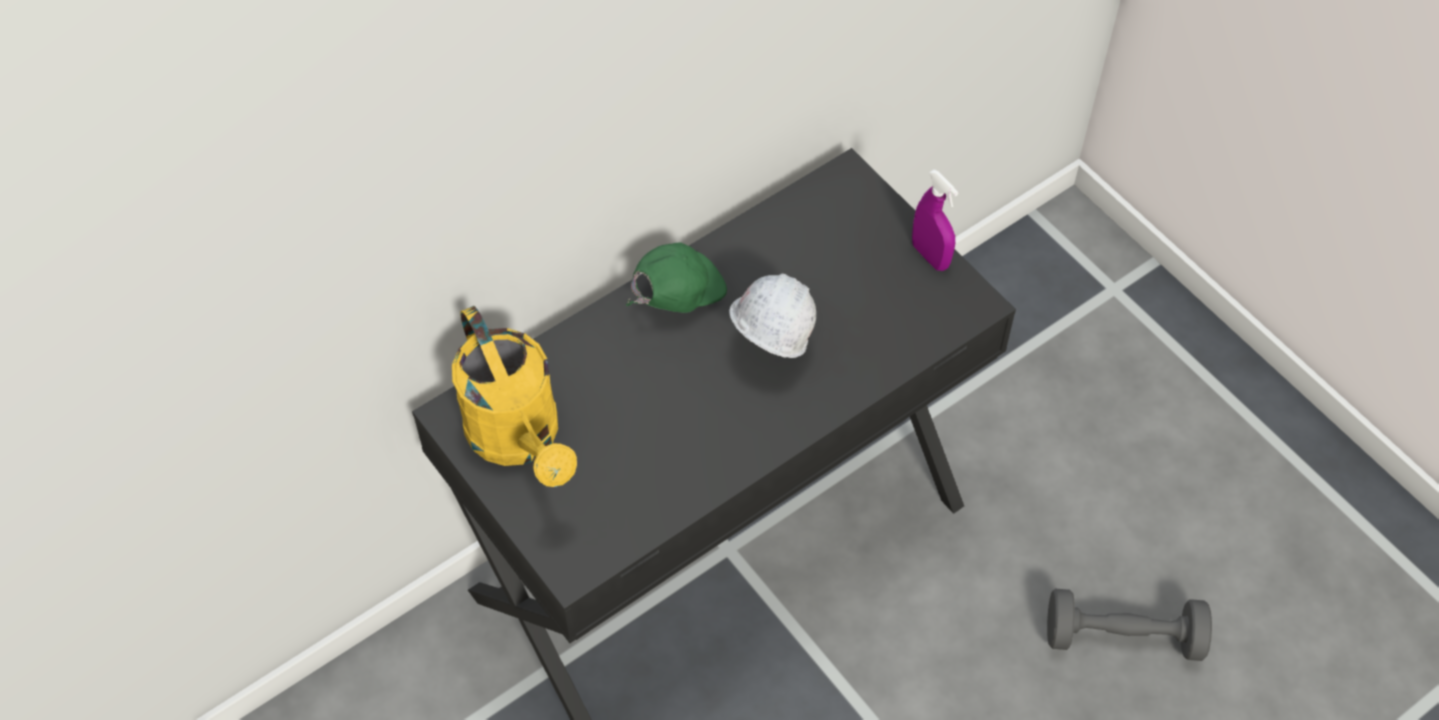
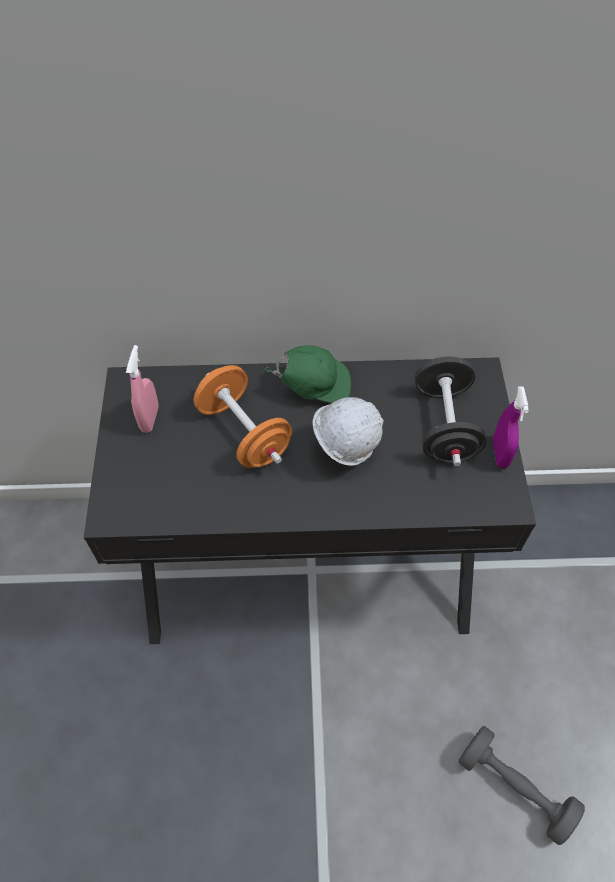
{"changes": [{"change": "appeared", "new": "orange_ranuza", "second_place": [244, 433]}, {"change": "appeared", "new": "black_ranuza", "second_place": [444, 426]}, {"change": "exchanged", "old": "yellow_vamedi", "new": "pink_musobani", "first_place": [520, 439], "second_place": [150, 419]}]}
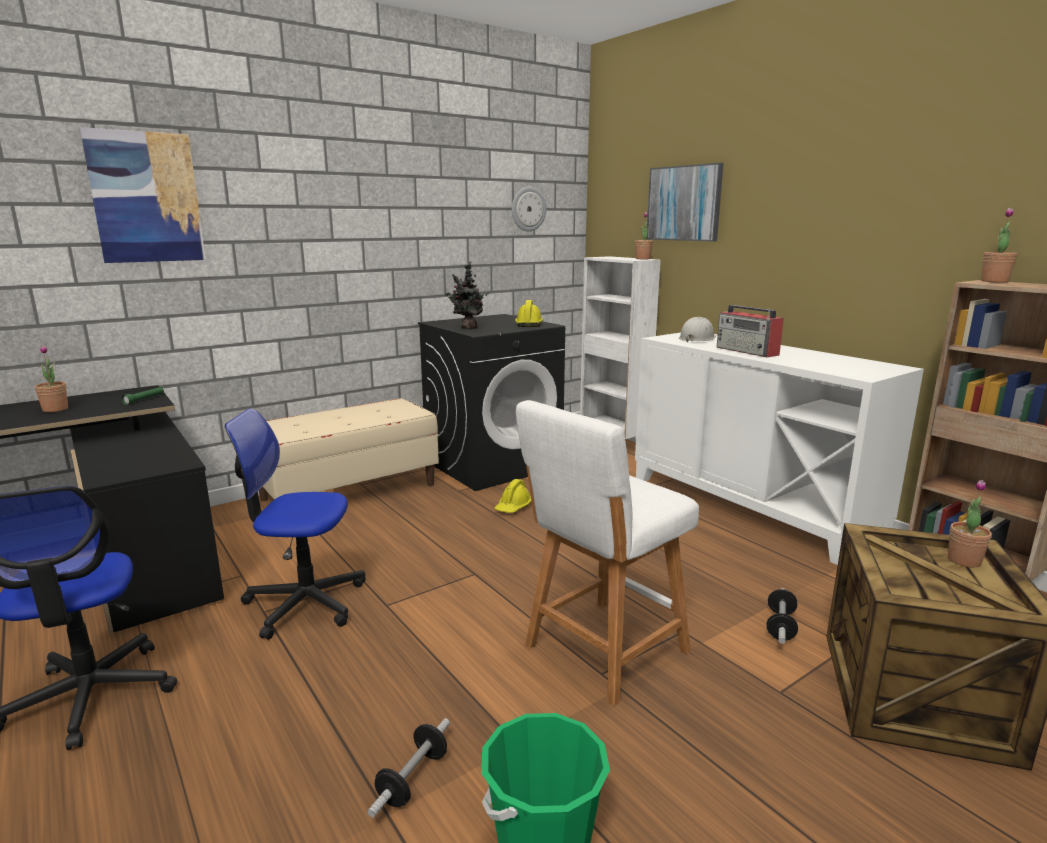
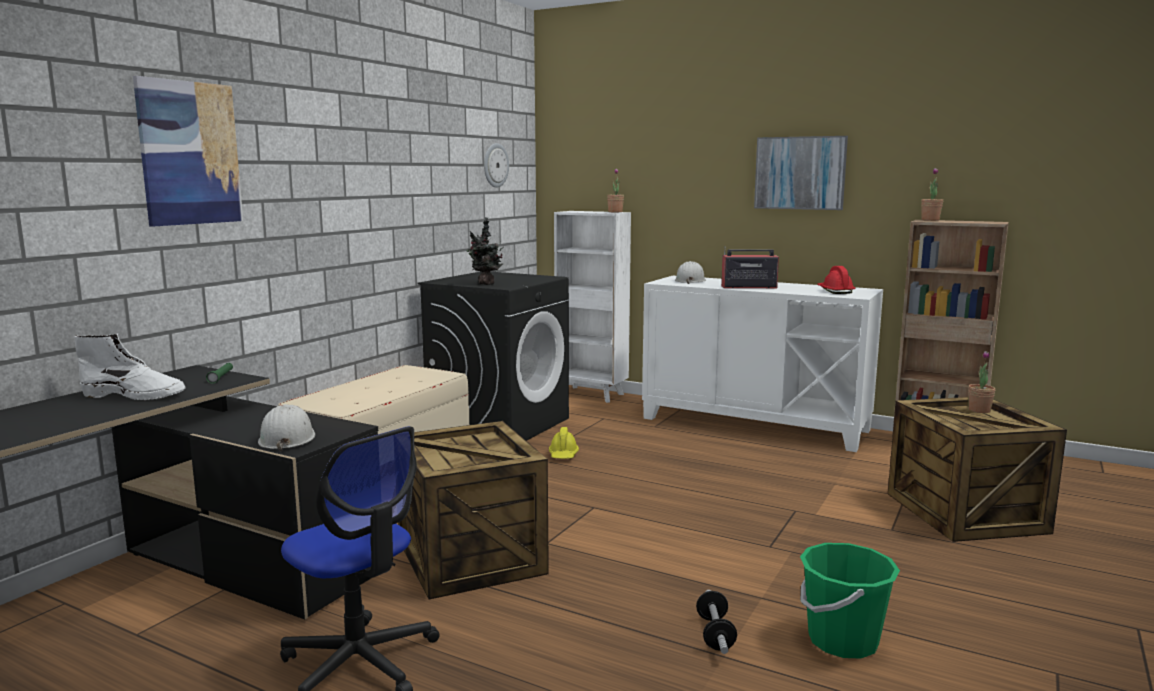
{"changes": [{"change": "missing", "old": "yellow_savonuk", "first_place": [529, 324]}, {"change": "missing", "old": "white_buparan", "first_place": [601, 652]}, {"change": "missing", "old": "ranuza", "first_place": [780, 626]}, {"change": "appeared", "new": "white_savonuk", "second_place": [287, 438]}, {"change": "appeared", "new": "red_savonuk", "second_place": [835, 291]}, {"change": "relocated", "old": "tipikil", "first_place": [684, 203], "second_place": [800, 173]}, {"change": "exchanged", "old": "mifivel", "new": "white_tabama", "first_place": [55, 409], "second_place": [135, 395]}, {"change": "exchanged", "old": "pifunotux", "new": "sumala", "first_place": [305, 602], "second_place": [468, 557]}, {"change": "spun", "old": "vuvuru", "first_place": [747, 351], "second_place": [748, 287], "degrees": 150}]}
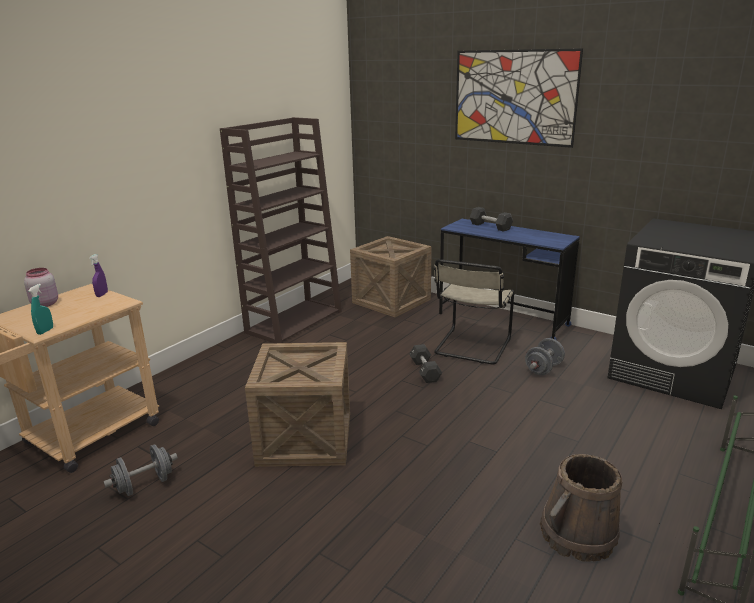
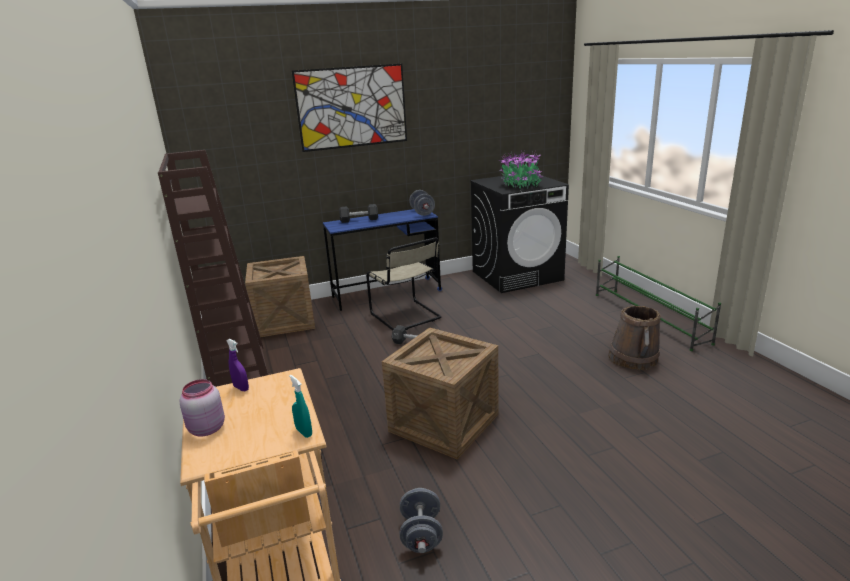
{"changes": [{"change": "appeared", "new": "mifivel", "second_place": [521, 185]}, {"change": "relocated", "old": "grey_ranuza", "first_place": [543, 369], "second_place": [422, 213]}]}
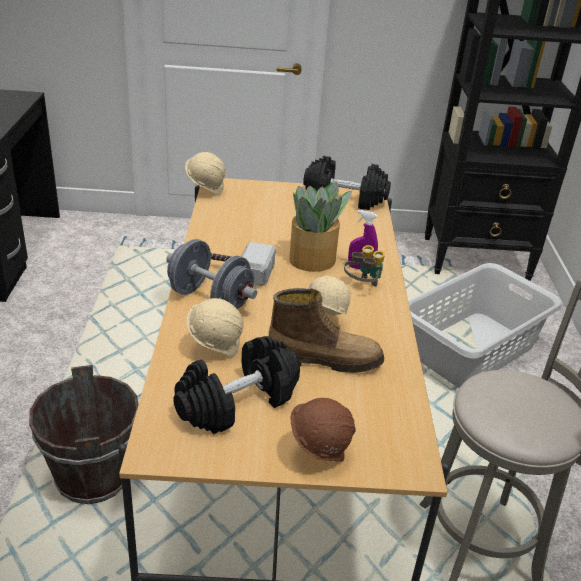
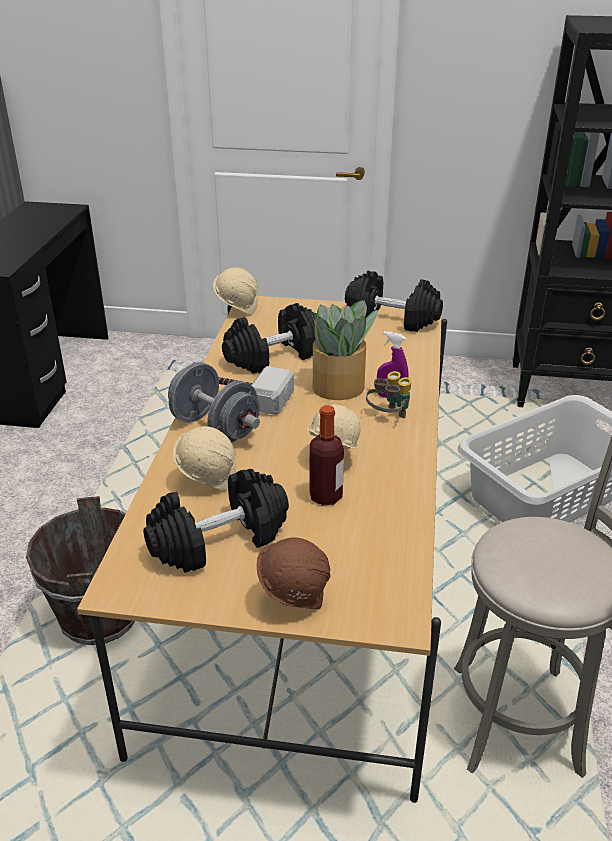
{"changes": [{"change": "appeared", "new": "black_ranuza", "second_place": [274, 357]}, {"change": "exchanged", "old": "tabama", "new": "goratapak", "first_place": [324, 359], "second_place": [325, 496]}]}
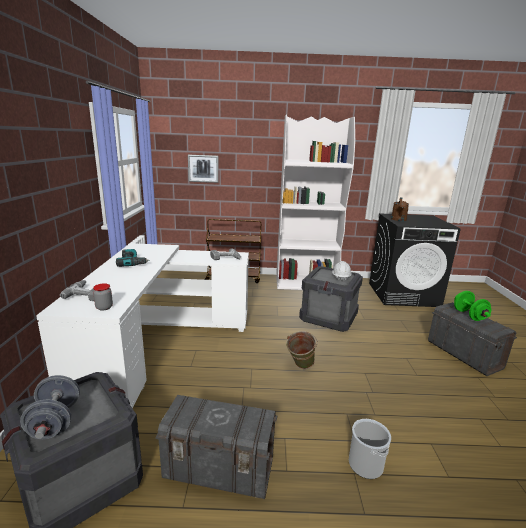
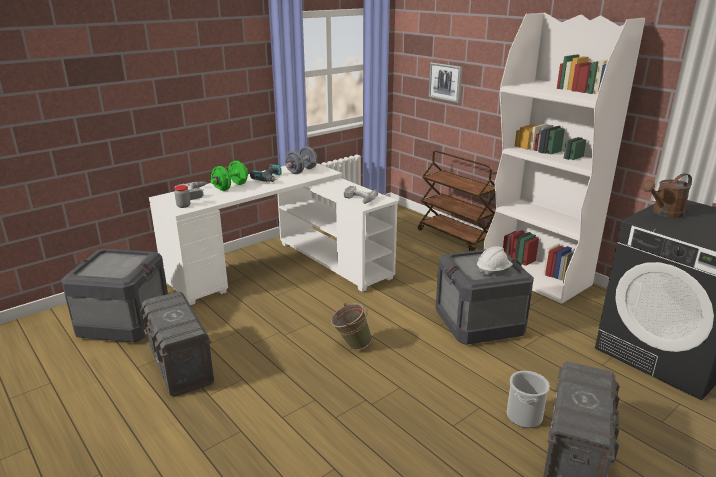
{"changes": [{"change": "relocated", "old": "grey_ranuza", "first_place": [55, 422], "second_place": [301, 171]}, {"change": "relocated", "old": "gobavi", "first_place": [365, 464], "second_place": [524, 416]}, {"change": "relocated", "old": "green_ranuza", "first_place": [469, 315], "second_place": [230, 187]}]}
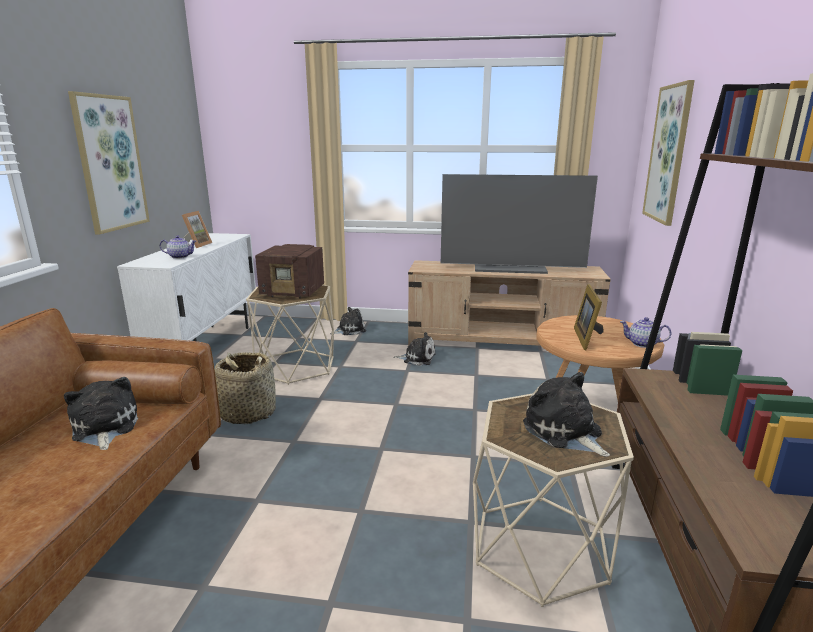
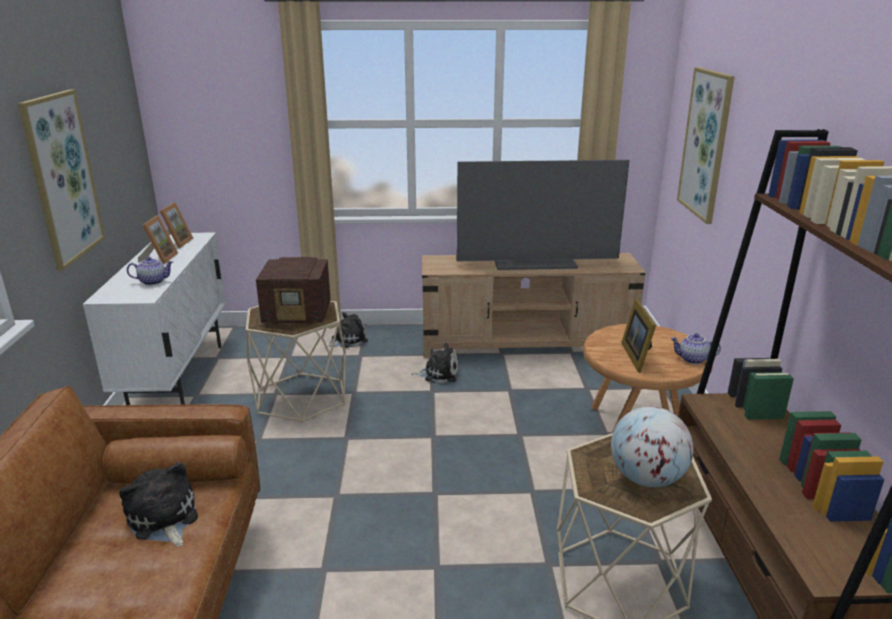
{"changes": [{"change": "missing", "old": "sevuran", "first_place": [247, 413]}, {"change": "appeared", "new": "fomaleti", "second_place": [176, 243]}, {"change": "exchanged", "old": "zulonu", "new": "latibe", "first_place": [564, 432], "second_place": [646, 478]}]}
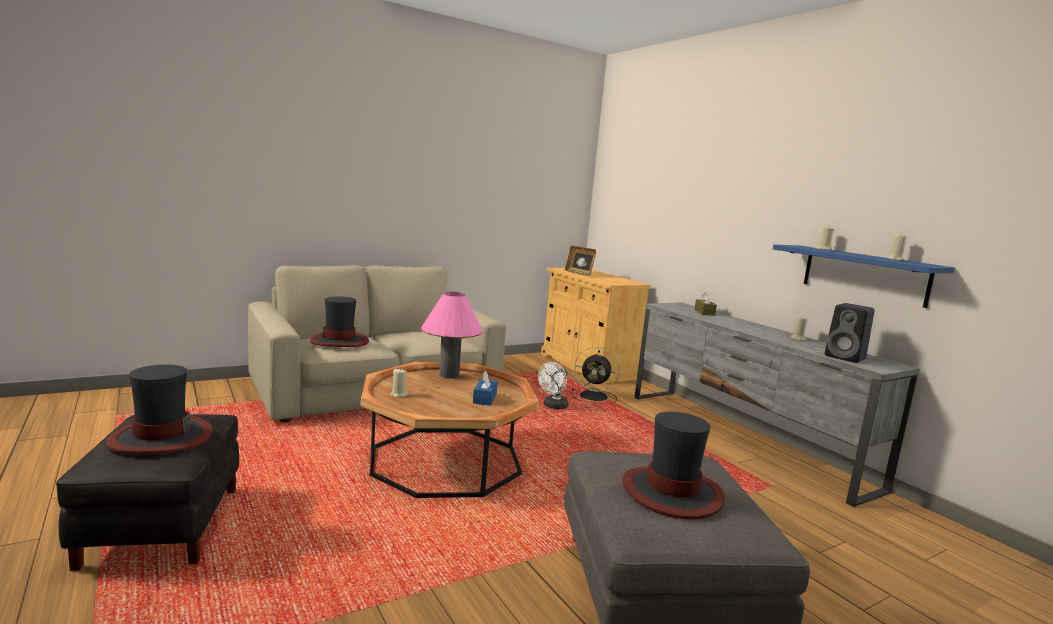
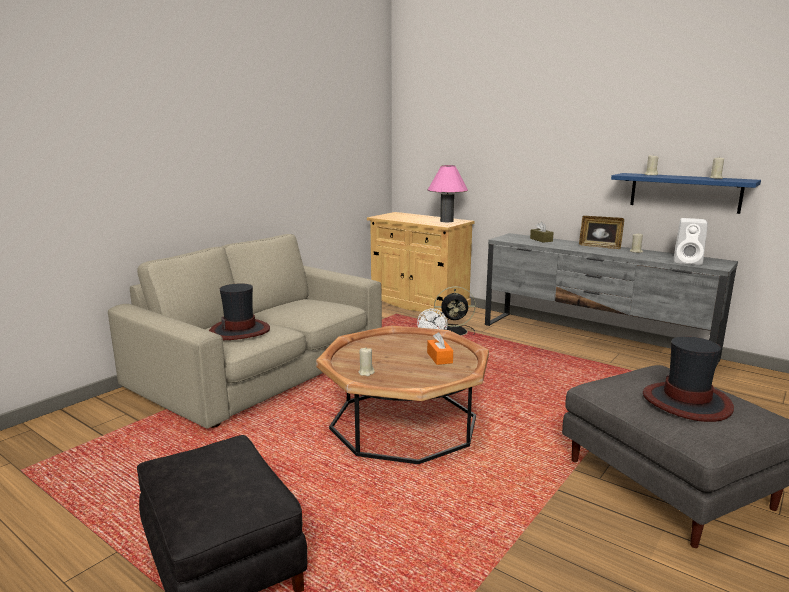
{"changes": [{"change": "missing", "old": "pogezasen", "first_place": [160, 438]}, {"change": "relocated", "old": "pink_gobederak", "first_place": [449, 375], "second_place": [446, 221]}, {"change": "relocated", "old": "fomaleti", "first_place": [579, 274], "second_place": [600, 246]}, {"change": "colour", "old": "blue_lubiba", "new": "orange_lubiba", "first_place": [484, 399], "second_place": [439, 358]}, {"change": "colour", "old": "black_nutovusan", "new": "white_nutovusan", "first_place": [846, 357], "second_place": [688, 262]}]}
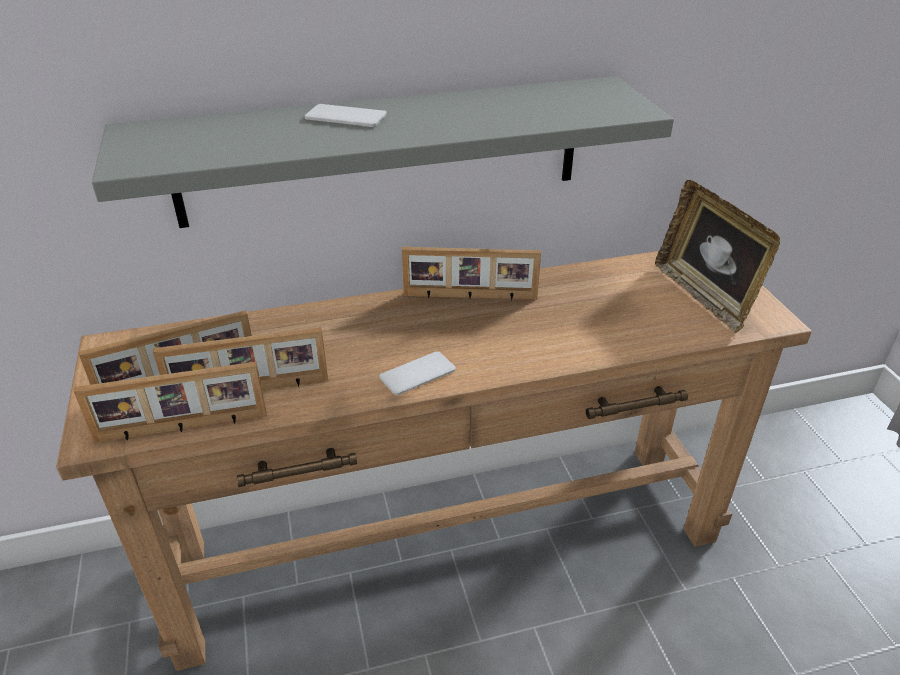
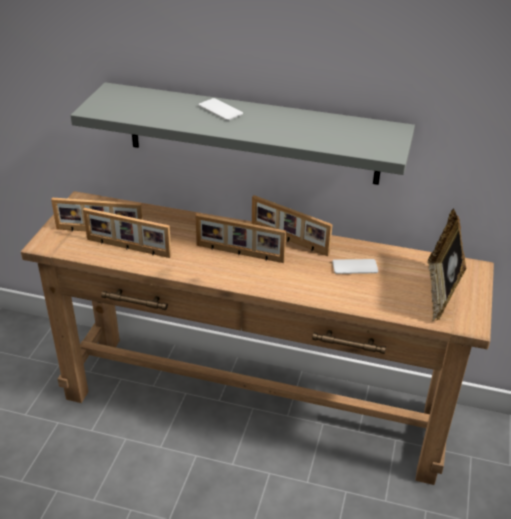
{"changes": [{"change": "relocated", "old": "fomaleti", "first_place": [182, 428], "second_place": [239, 254]}, {"change": "relocated", "old": "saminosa", "first_place": [417, 374], "second_place": [355, 267]}]}
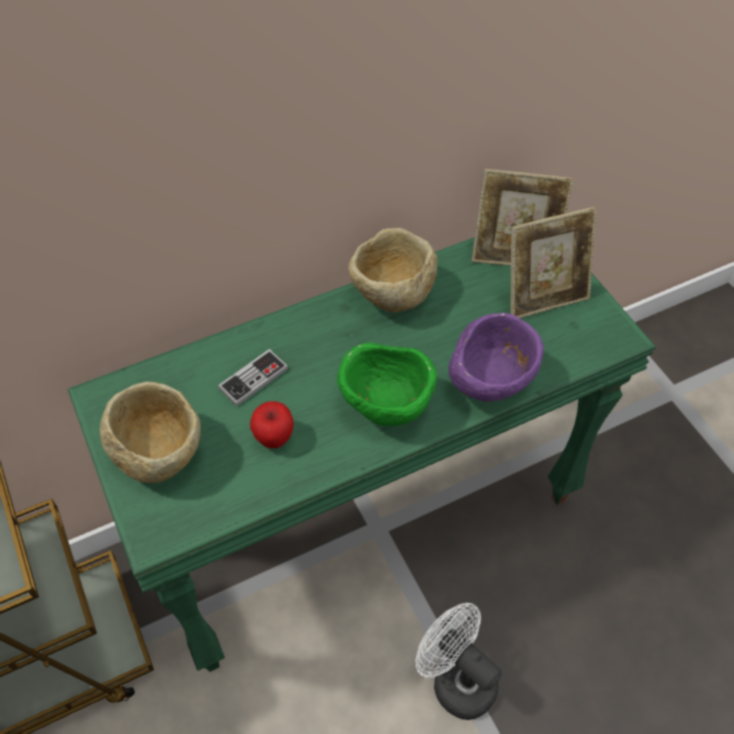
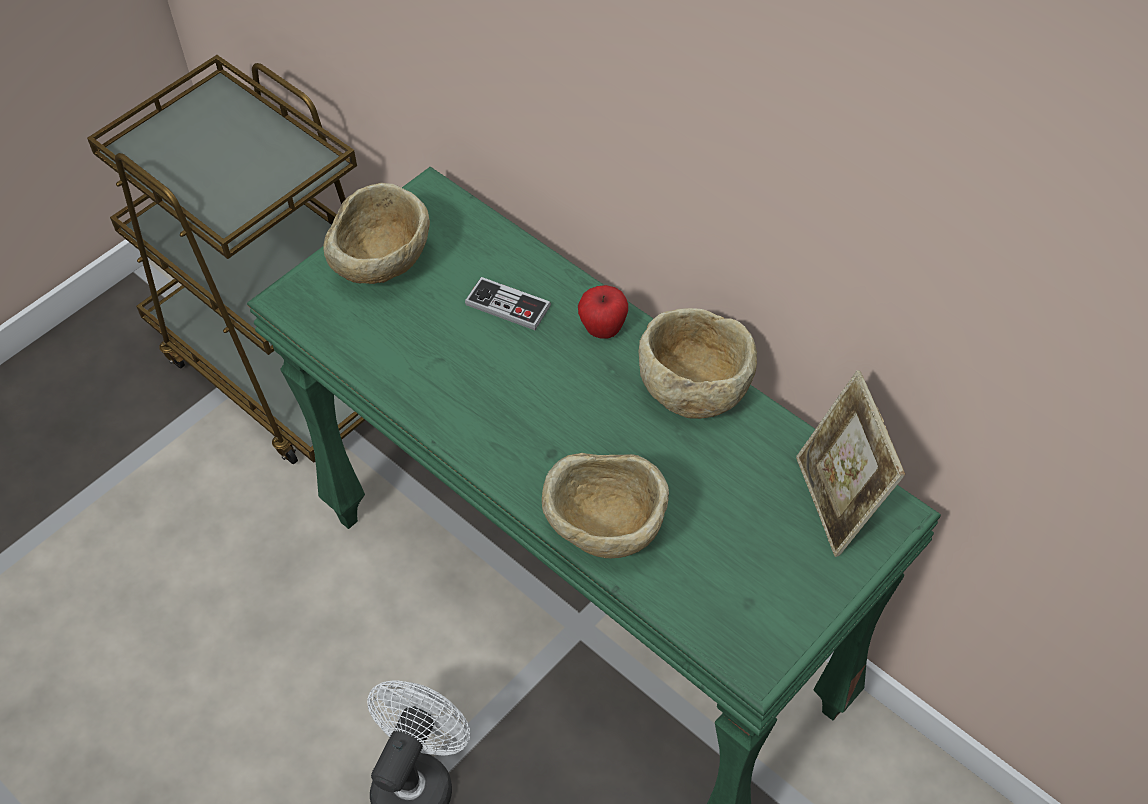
{"changes": [{"change": "missing", "old": "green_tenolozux", "first_place": [386, 407]}, {"change": "missing", "old": "fomaleti", "first_place": [544, 297]}, {"change": "relocated", "old": "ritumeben", "first_place": [274, 438], "second_place": [603, 329]}, {"change": "colour", "old": "purple_tenolozux", "new": "beige_tenolozux", "first_place": [490, 384], "second_place": [605, 532]}]}
